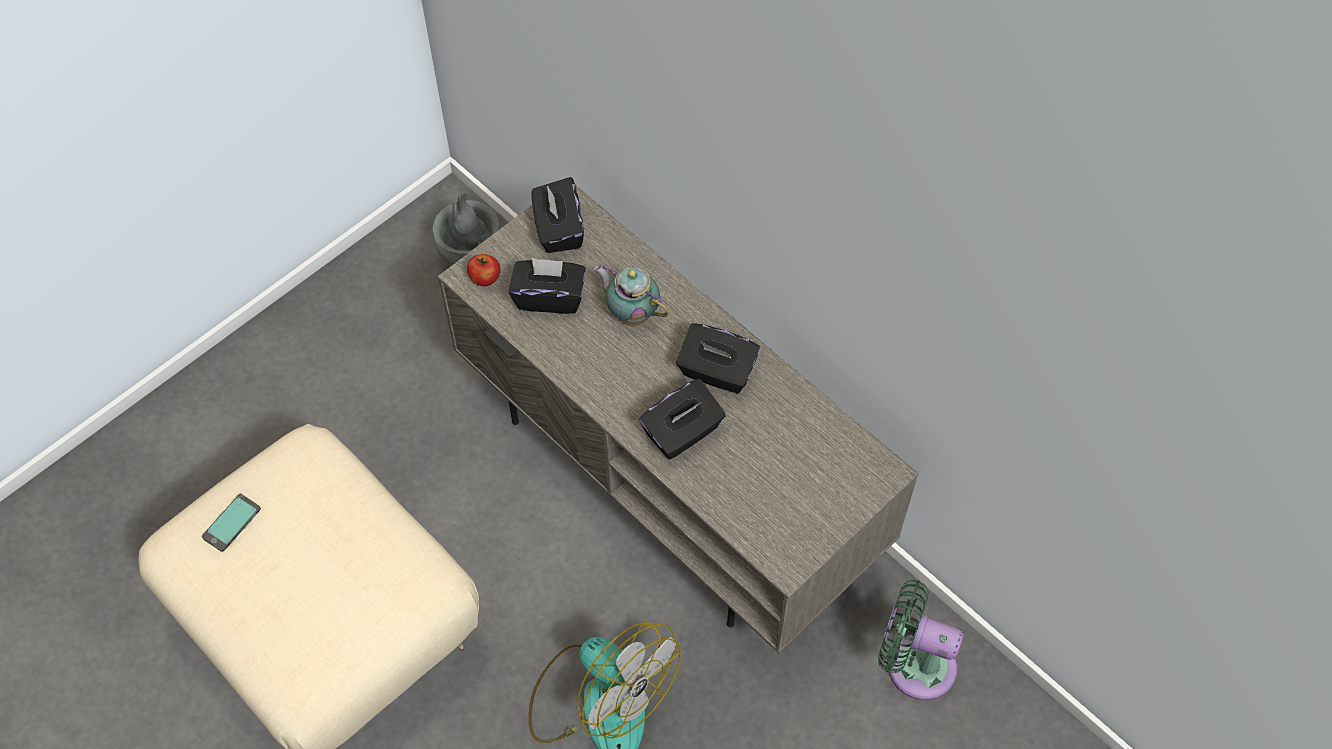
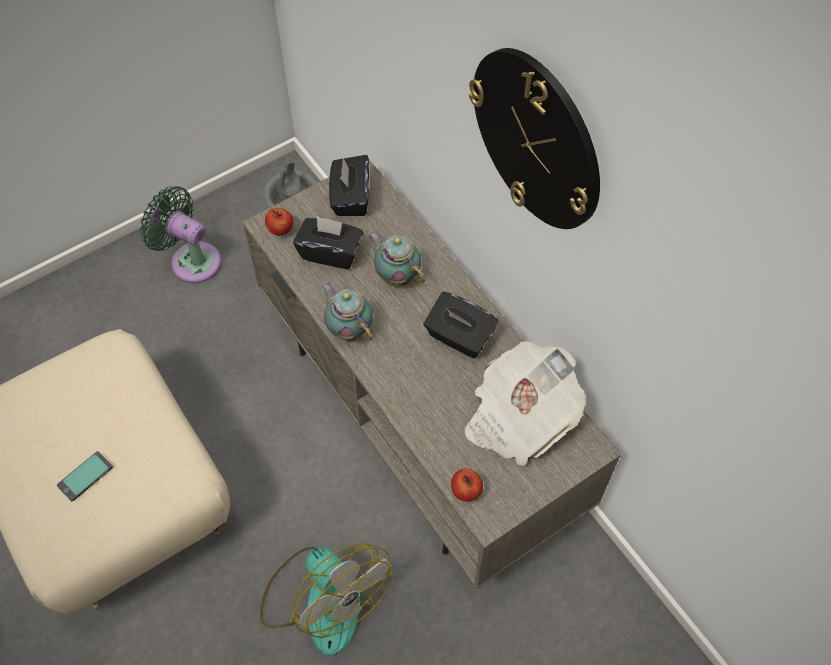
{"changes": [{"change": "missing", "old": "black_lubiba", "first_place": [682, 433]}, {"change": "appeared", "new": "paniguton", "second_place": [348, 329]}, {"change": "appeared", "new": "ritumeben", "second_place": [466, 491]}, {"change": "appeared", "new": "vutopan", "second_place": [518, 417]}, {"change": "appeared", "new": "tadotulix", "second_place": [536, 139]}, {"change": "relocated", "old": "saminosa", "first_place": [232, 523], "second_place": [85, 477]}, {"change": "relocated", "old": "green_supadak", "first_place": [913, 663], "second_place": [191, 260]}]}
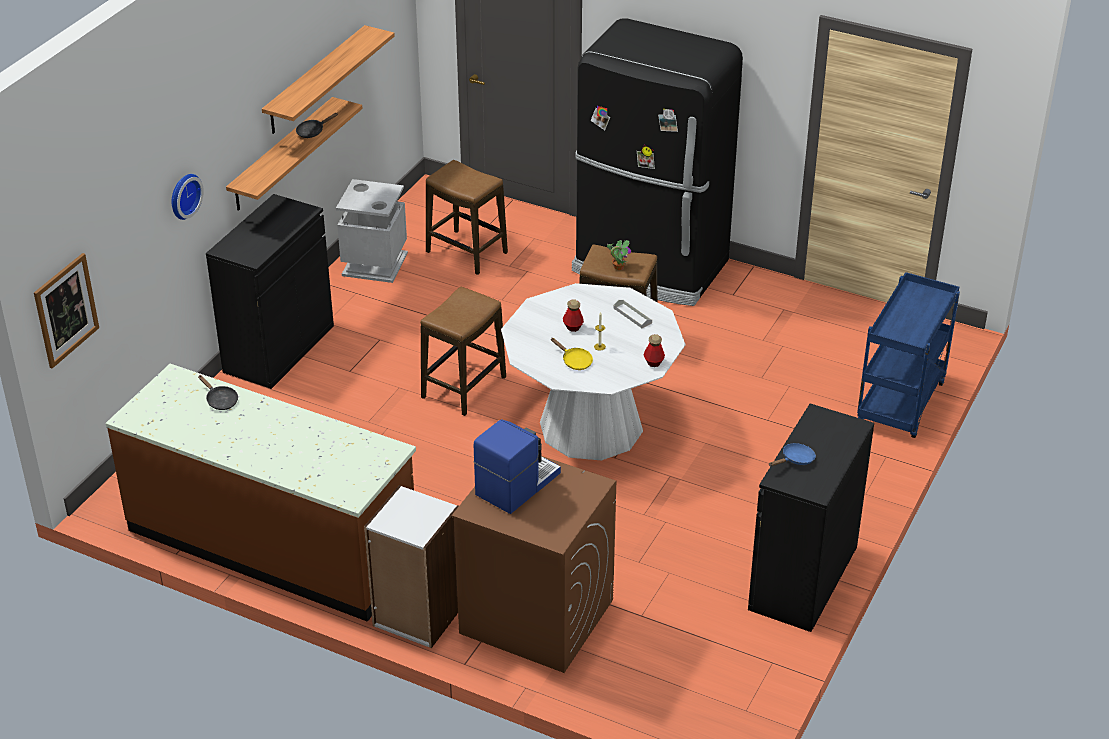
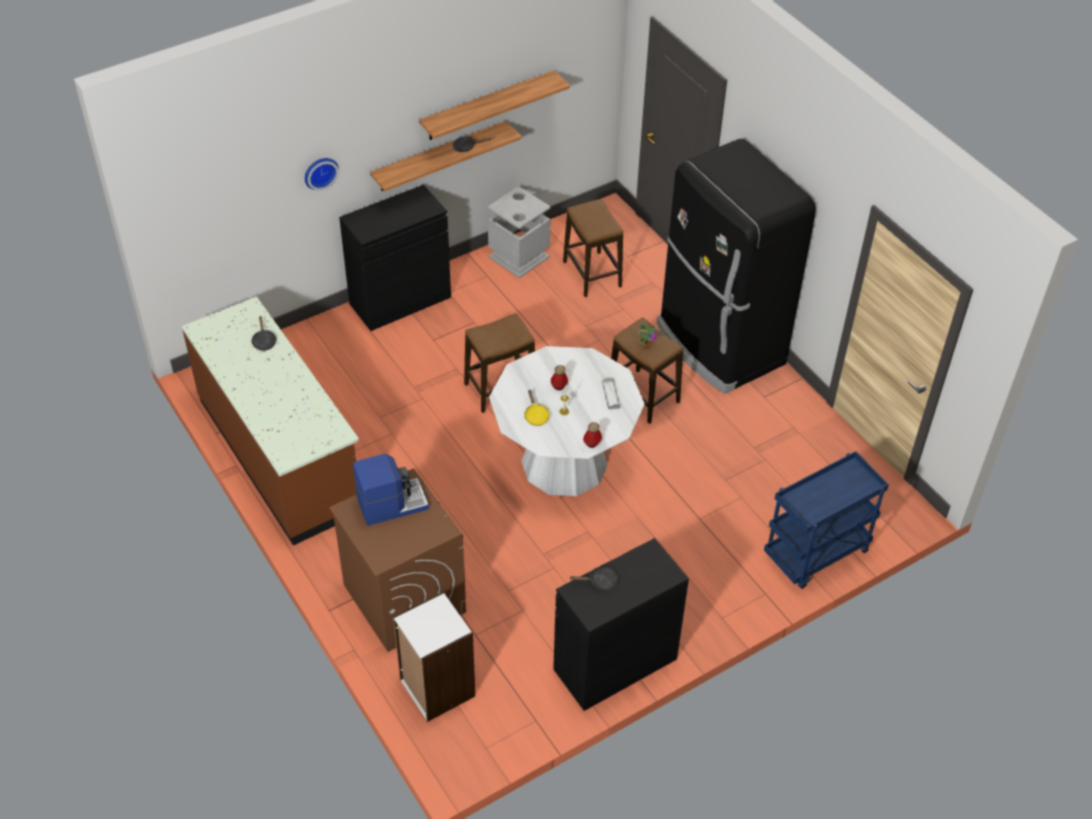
{"changes": [{"change": "missing", "old": "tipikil", "first_place": [66, 310]}, {"change": "relocated", "old": "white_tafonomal", "first_place": [417, 616], "second_place": [436, 688]}, {"change": "colour", "old": "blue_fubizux", "new": "black_fubizux", "first_place": [795, 460], "second_place": [600, 581]}]}
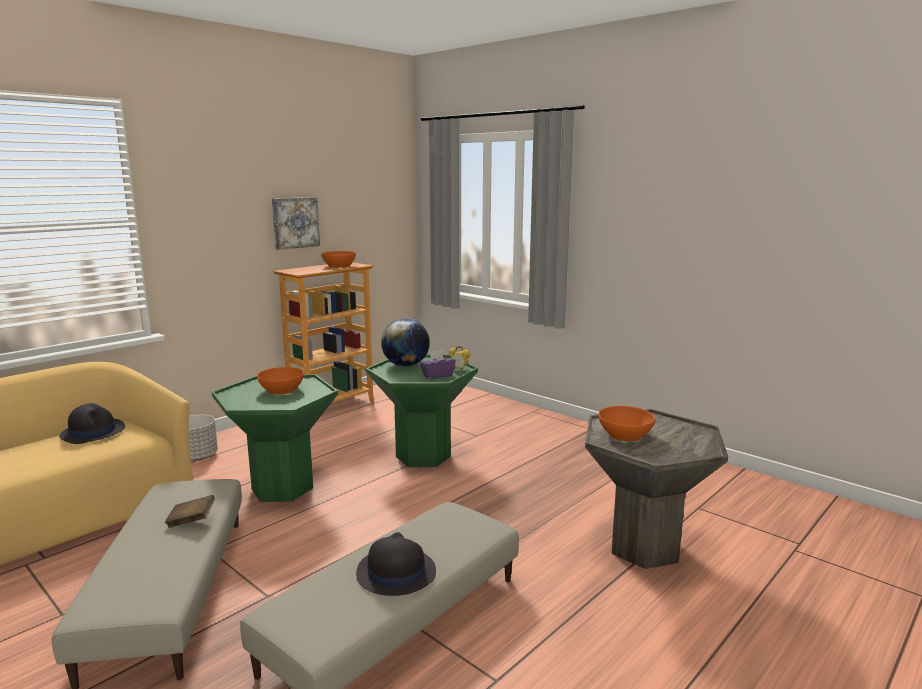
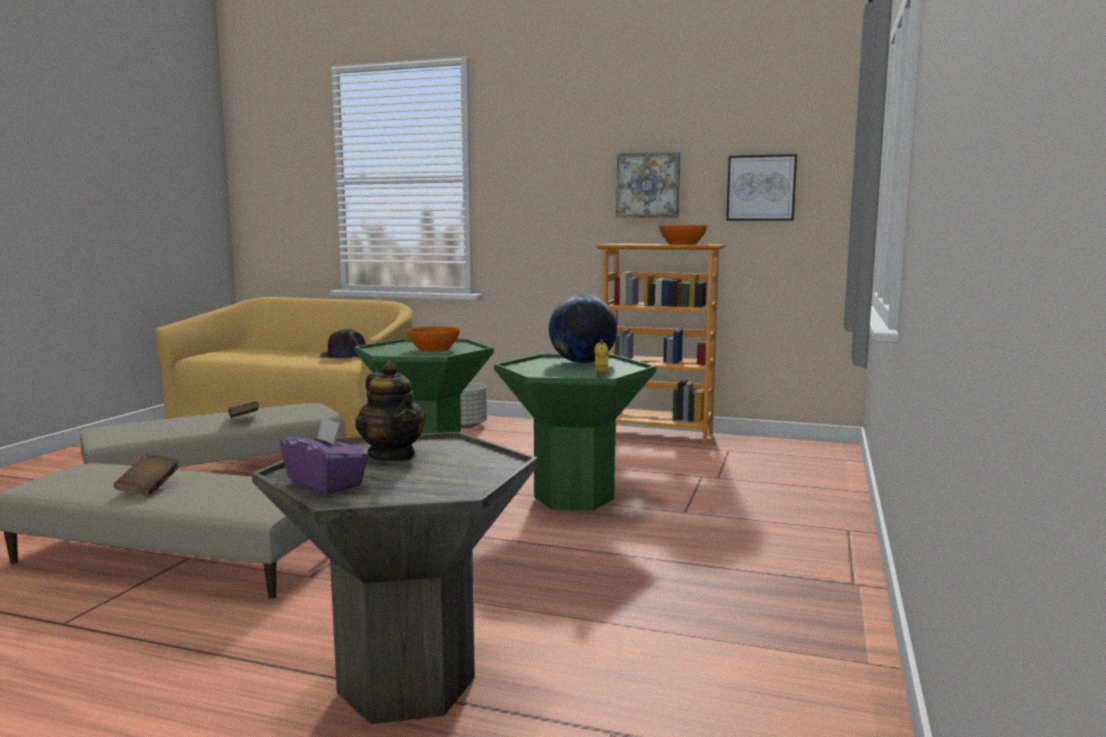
{"changes": [{"change": "appeared", "new": "tipikil", "second_place": [761, 188]}, {"change": "relocated", "old": "purple_lubiba", "first_place": [437, 375], "second_place": [326, 484]}, {"change": "exchanged", "old": "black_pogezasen", "new": "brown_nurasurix", "first_place": [395, 573], "second_place": [149, 488]}, {"change": "exchanged", "old": "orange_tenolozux", "new": "paniguton", "first_place": [624, 435], "second_place": [392, 456]}]}
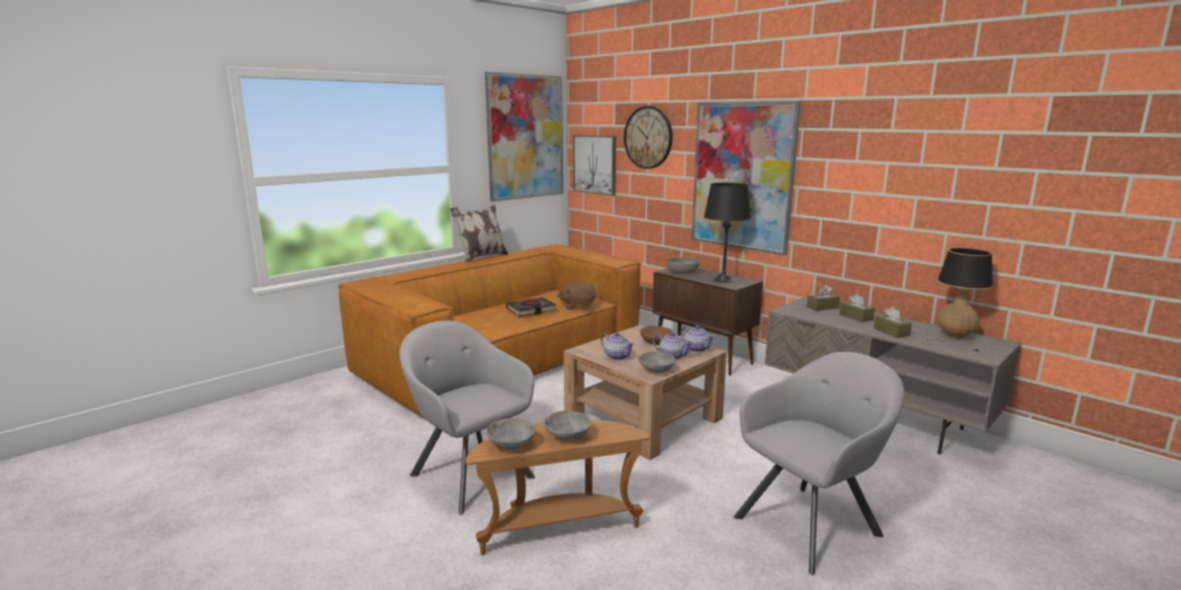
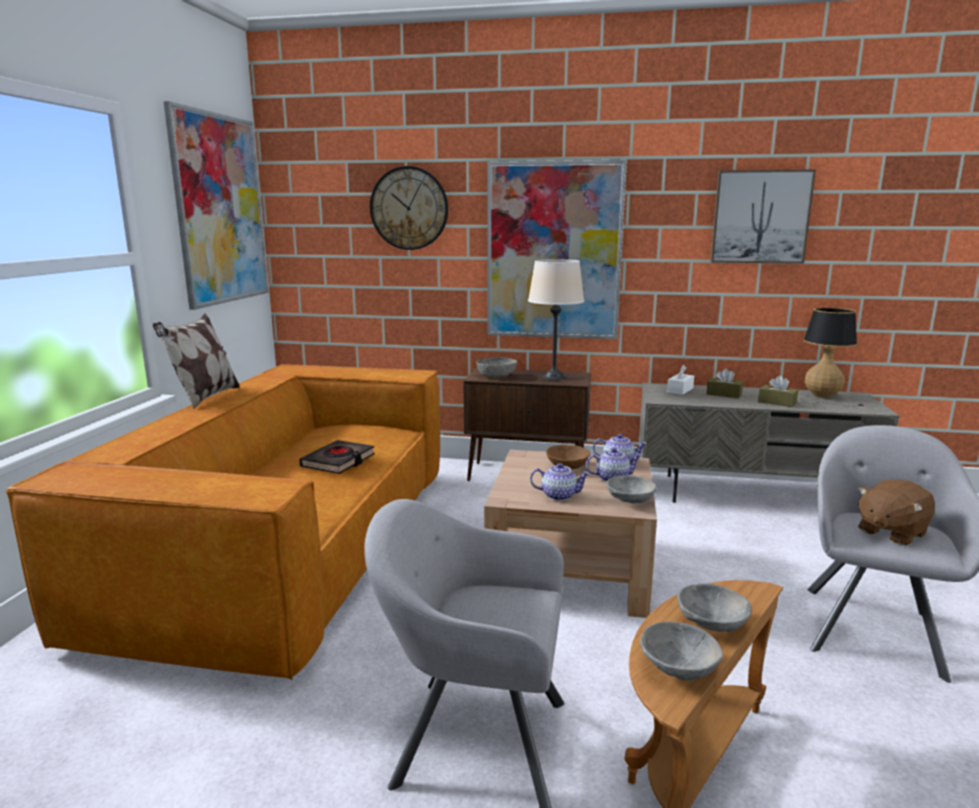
{"changes": [{"change": "relocated", "old": "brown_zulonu", "first_place": [577, 306], "second_place": [890, 532]}, {"change": "relocated", "old": "tipikil", "first_place": [595, 164], "second_place": [760, 217]}, {"change": "colour", "old": "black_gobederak", "new": "beige_gobederak", "first_place": [723, 280], "second_place": [554, 377]}, {"change": "colour", "old": "brown_lubiba", "new": "white_lubiba", "first_place": [822, 307], "second_place": [680, 390]}]}
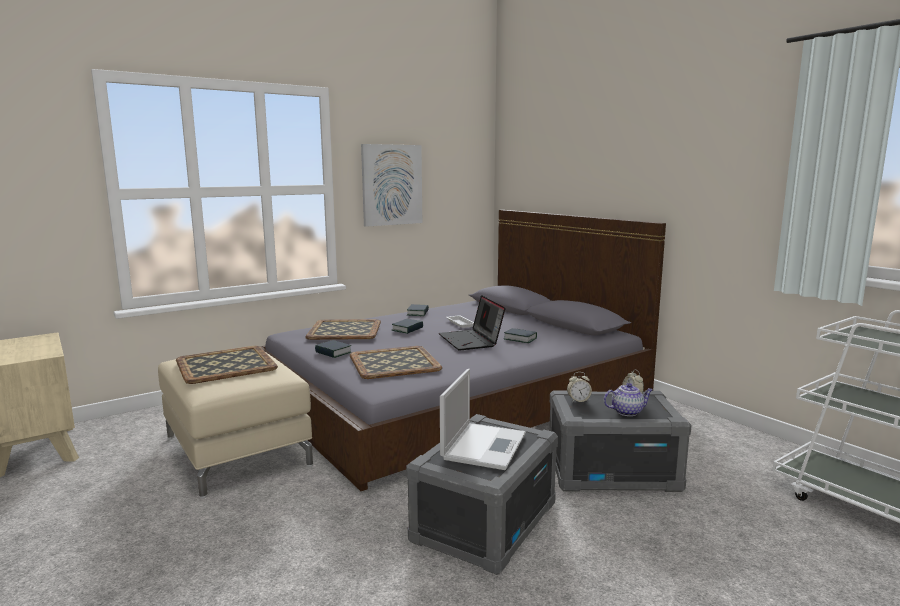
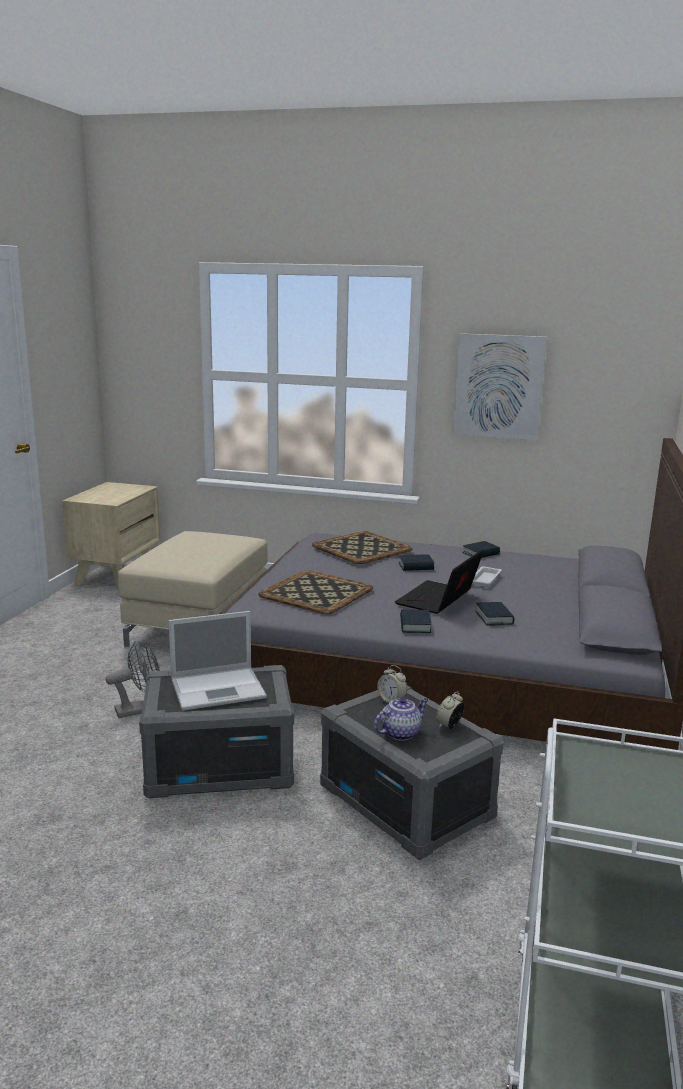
{"changes": [{"change": "missing", "old": "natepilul", "first_place": [226, 364]}, {"change": "appeared", "new": "grey_supadak", "second_place": [139, 709]}, {"change": "relocated", "old": "nurasurix", "first_place": [333, 352], "second_place": [415, 625]}, {"change": "spun", "old": "paniguton", "first_place": [627, 412], "second_place": [401, 733], "degrees": -75}]}
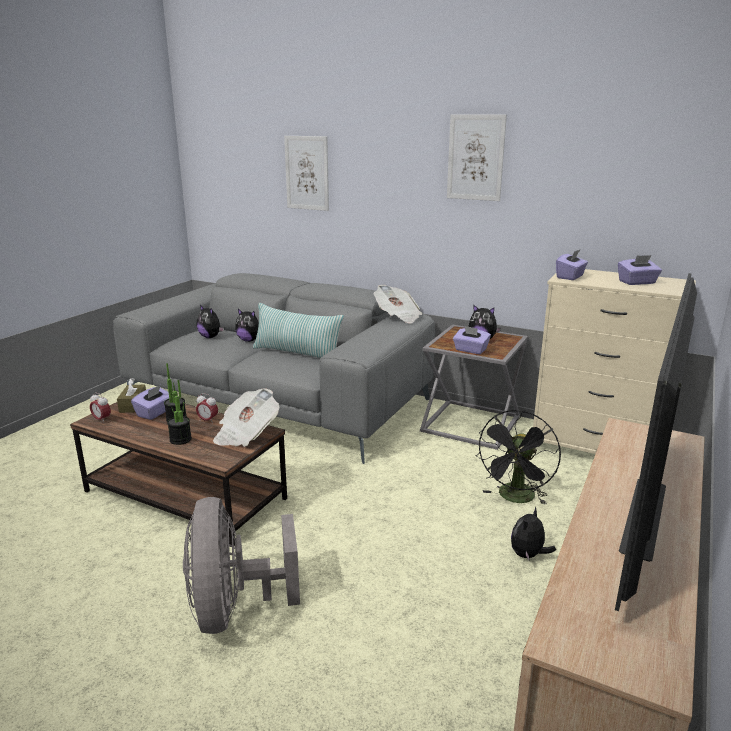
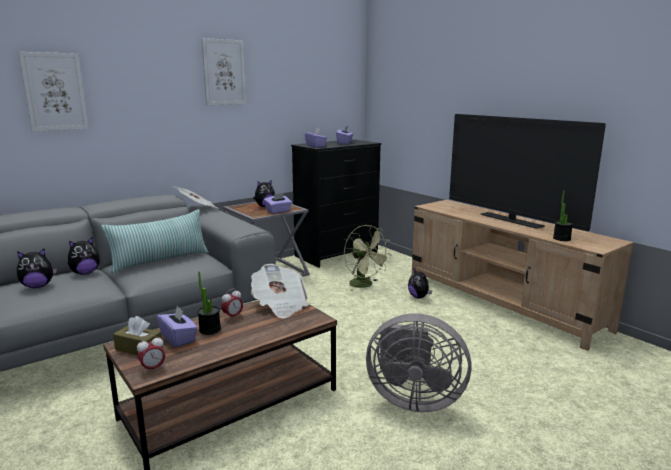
{"changes": [{"change": "relocated", "old": "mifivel", "first_place": [180, 439], "second_place": [561, 238]}, {"change": "colour", "old": "black_supadak", "new": "green_supadak", "first_place": [515, 498], "second_place": [365, 285]}, {"change": "colour", "old": "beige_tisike", "new": "black_tisike", "first_place": [595, 449], "second_place": [337, 254]}]}
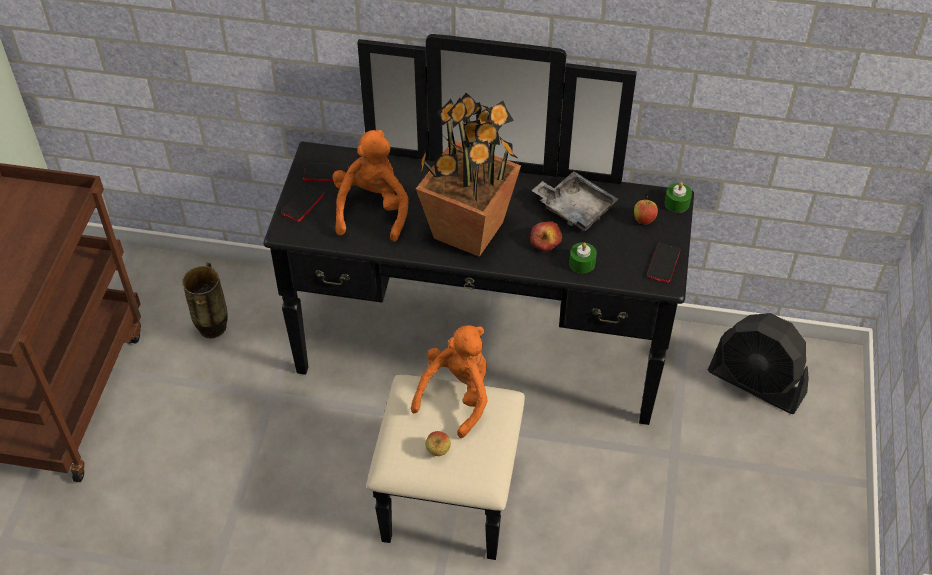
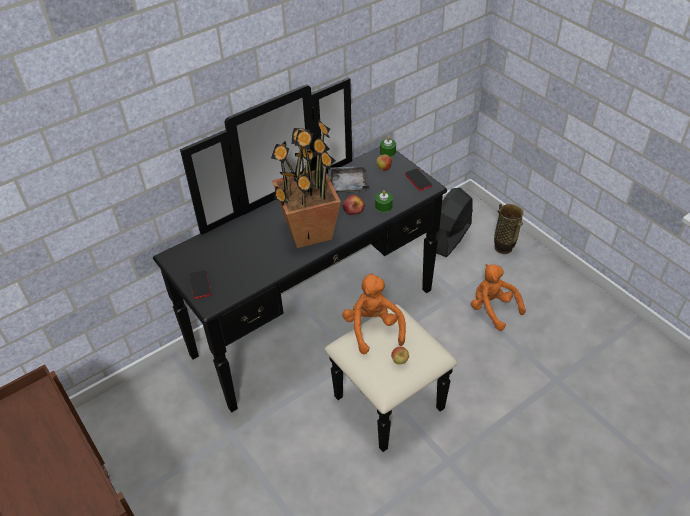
{"changes": [{"change": "missing", "old": "saminosa", "first_place": [326, 173]}, {"change": "relocated", "old": "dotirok", "first_place": [213, 328], "second_place": [503, 248]}, {"change": "relocated", "old": "orange_zulonu", "first_place": [372, 209], "second_place": [493, 309]}, {"change": "spun", "old": "black_supadak", "first_place": [756, 383], "second_place": [450, 237], "degrees": 135}]}
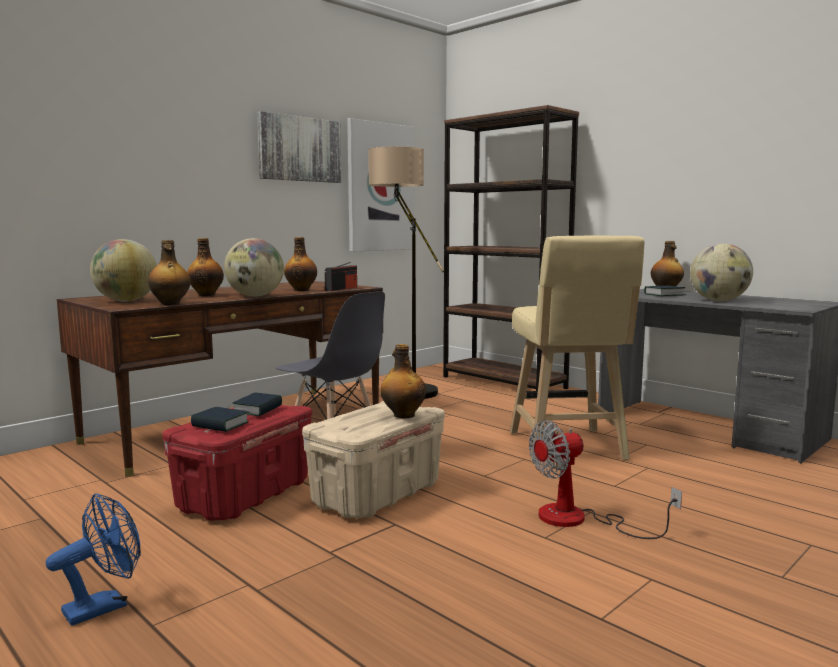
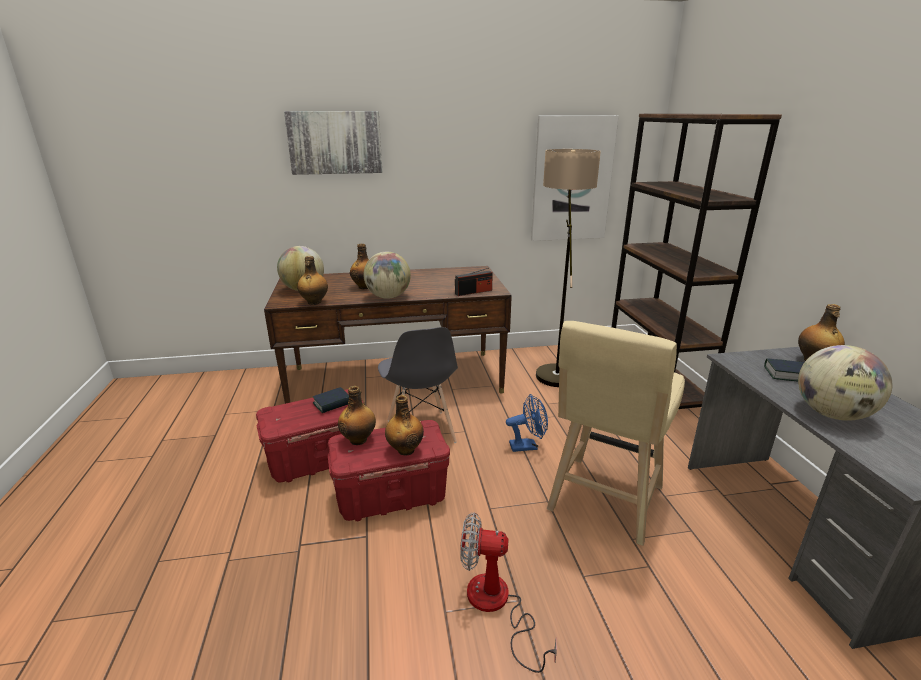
{"changes": [{"change": "missing", "old": "nurasurix", "first_place": [220, 425]}, {"change": "relocated", "old": "blue_supadak", "first_place": [104, 606], "second_place": [527, 446]}, {"change": "relocated", "old": "tipikil", "first_place": [299, 149], "second_place": [335, 142]}, {"change": "relocated", "old": "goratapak", "first_place": [301, 290], "second_place": [359, 439]}, {"change": "colour", "old": "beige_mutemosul", "new": "red_mutemosul", "first_place": [377, 495], "second_place": [392, 496]}]}
